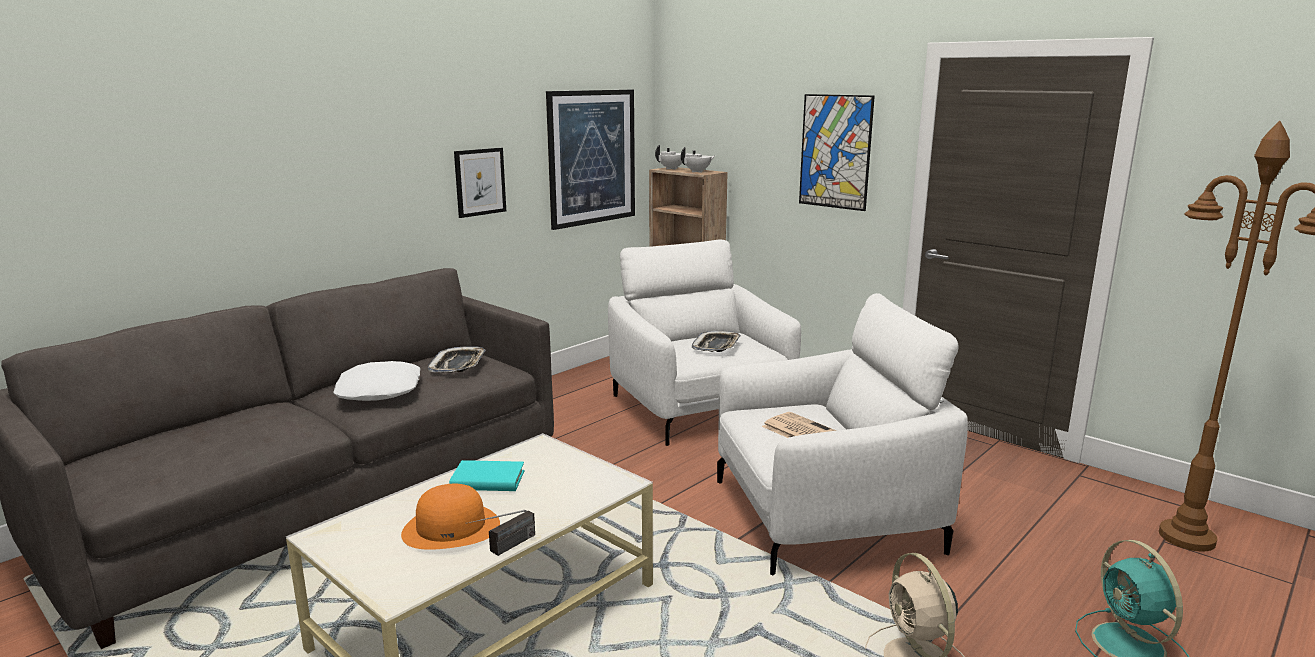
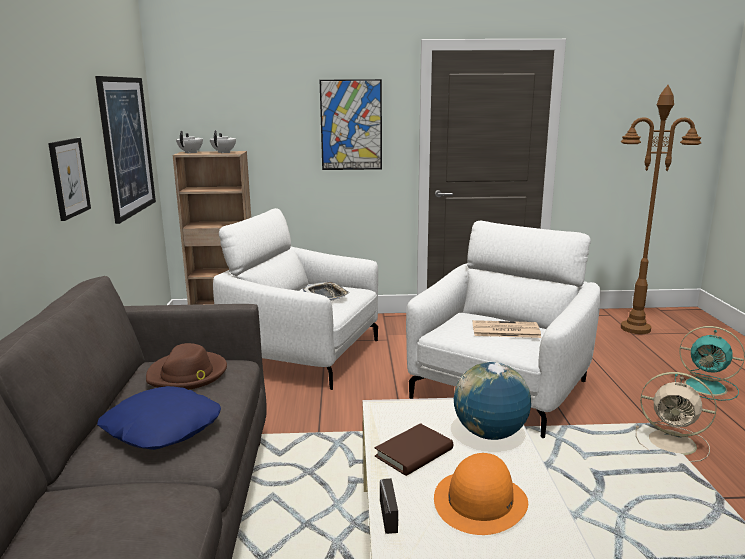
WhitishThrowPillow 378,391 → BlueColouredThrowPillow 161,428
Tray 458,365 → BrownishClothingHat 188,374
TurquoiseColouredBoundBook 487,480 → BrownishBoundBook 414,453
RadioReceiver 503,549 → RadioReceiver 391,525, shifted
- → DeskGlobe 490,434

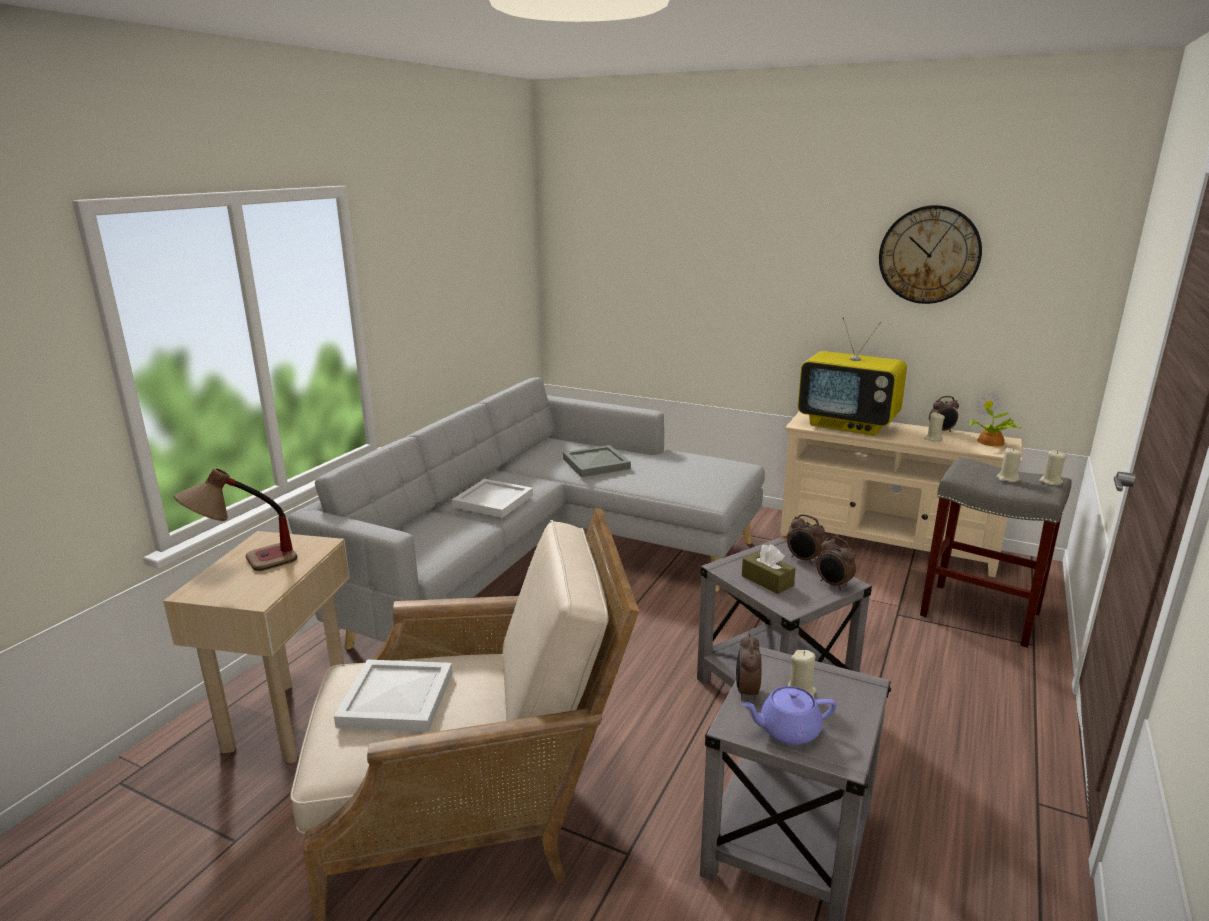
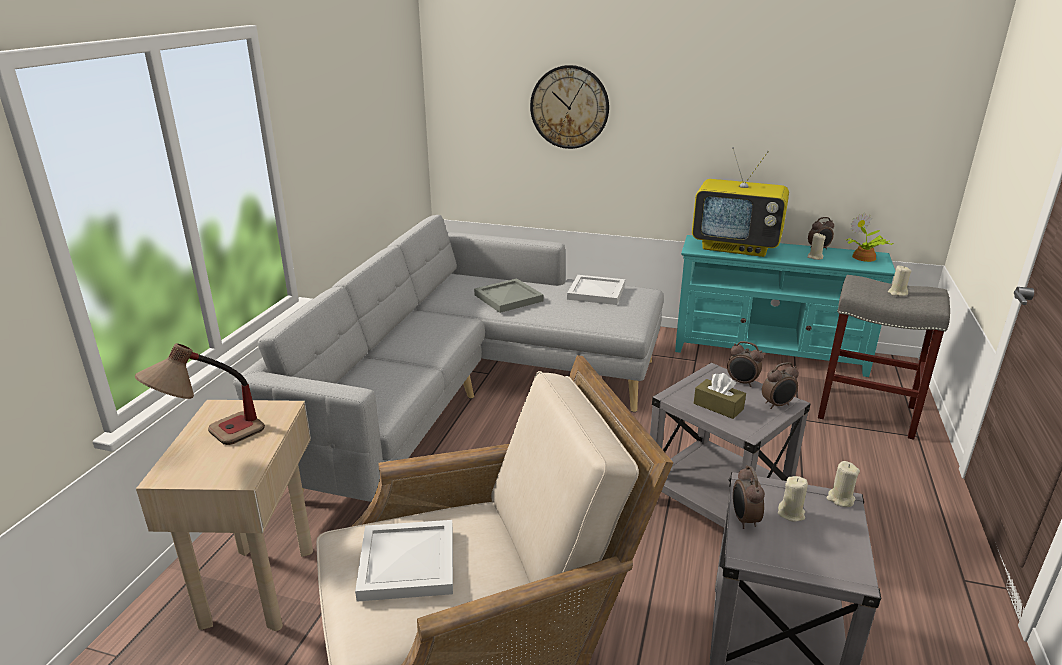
WallClock 929,255 → WallClock 569,107, shifted
WhitishTray 494,501 → WhitishTray 597,292, shifted
BeigeColouredTvUnit 886,543 → TurquoiseColouredTvUnit 768,352
AlarmClock 833,584 → AlarmClock 777,405, 60 degrees counterclockwise
BeigeColouredCandle 1050,482 → BeigeColouredCandle 840,499, shifted
PurplishTeapot 787,730 → -

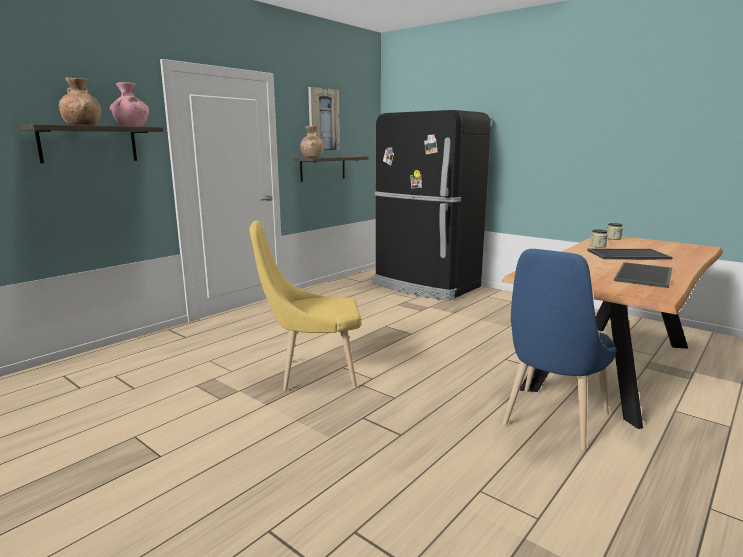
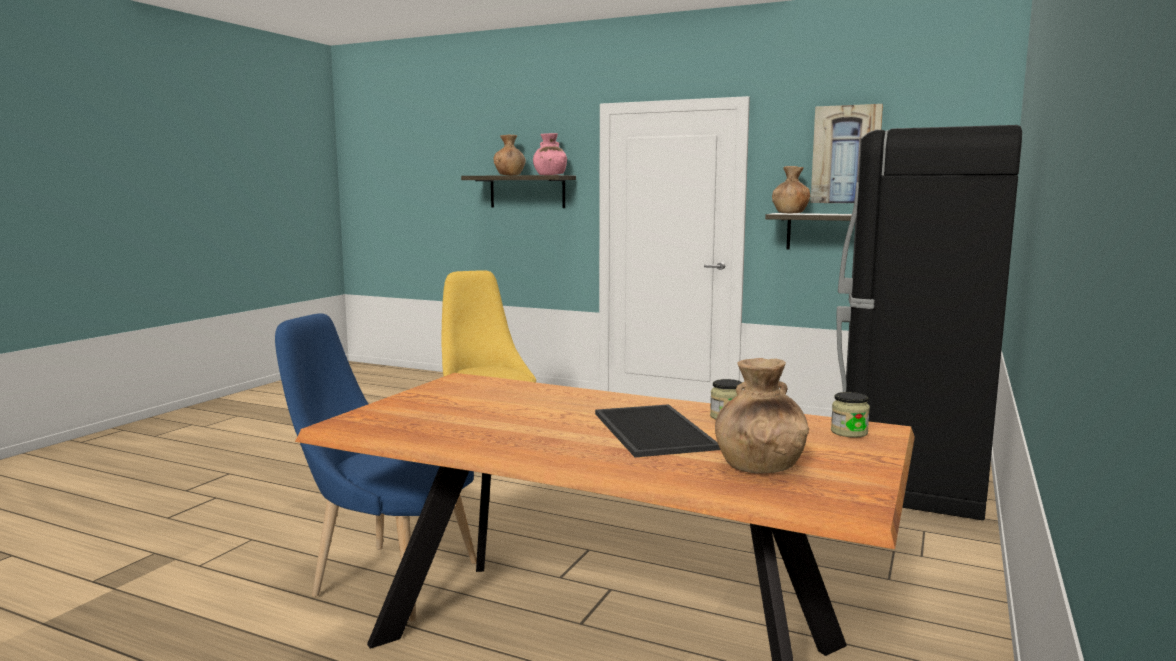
- → BrownishDecorativeVase 759,466
Tray 645,275 → -

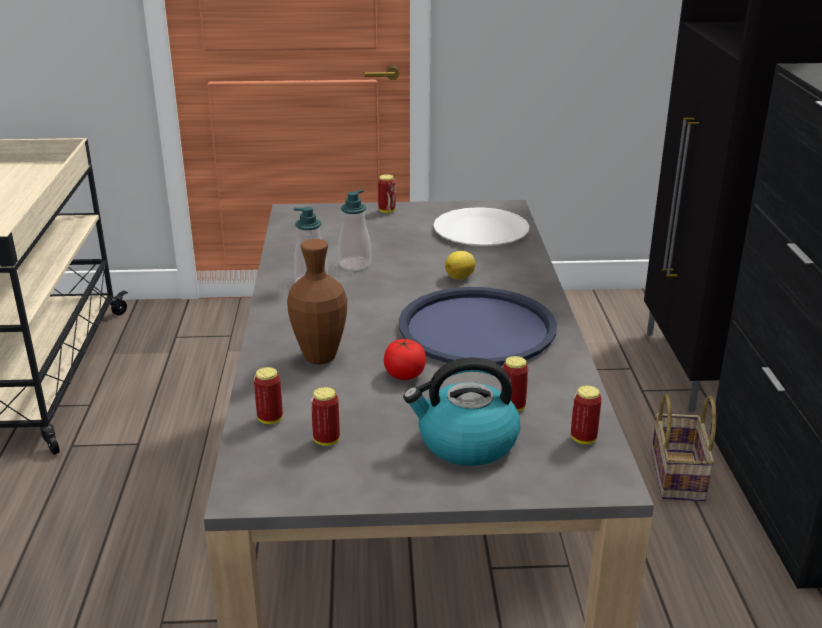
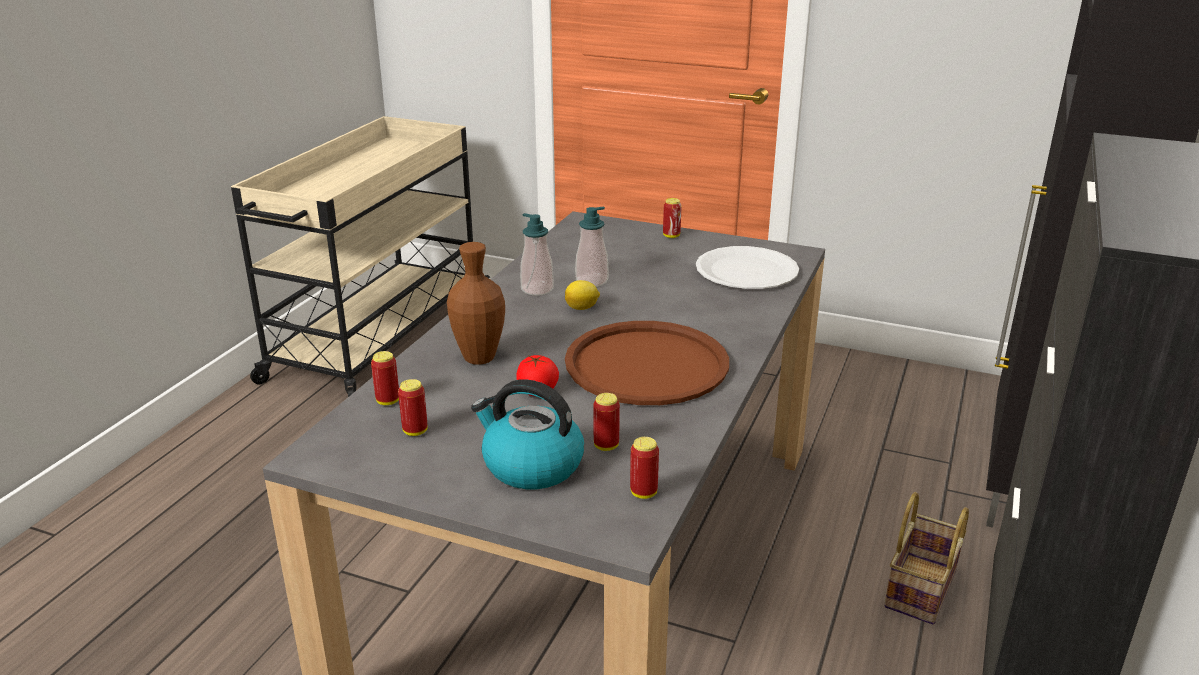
CitrusFruit 460,277 → CitrusFruit 582,308, shifted
BlueColouredTray 477,328 → BrownishTray 647,365

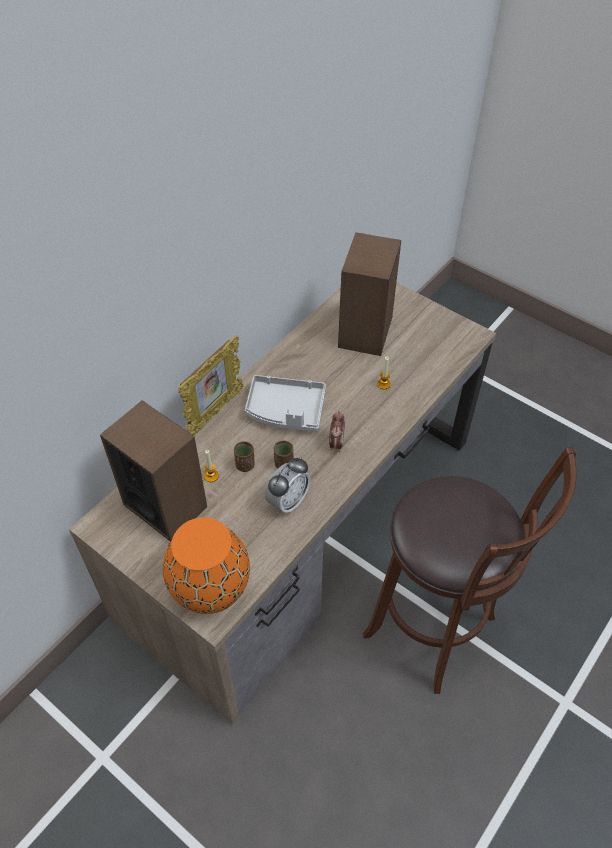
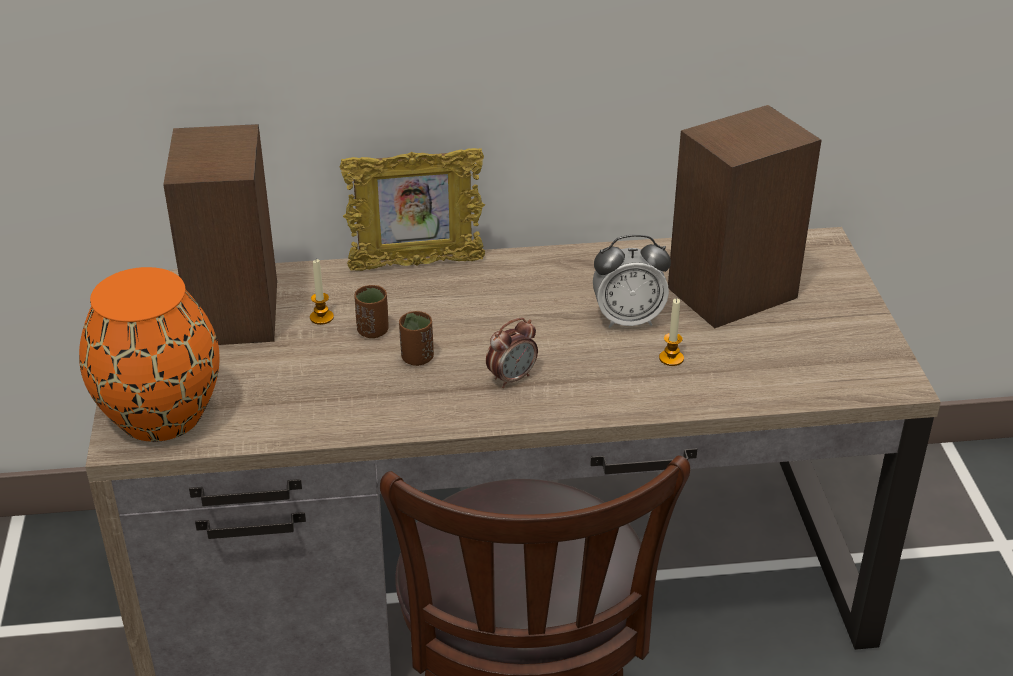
AlarmClock 288,501 → AlarmClock 628,319, shifted
GrayTray 286,411 → -

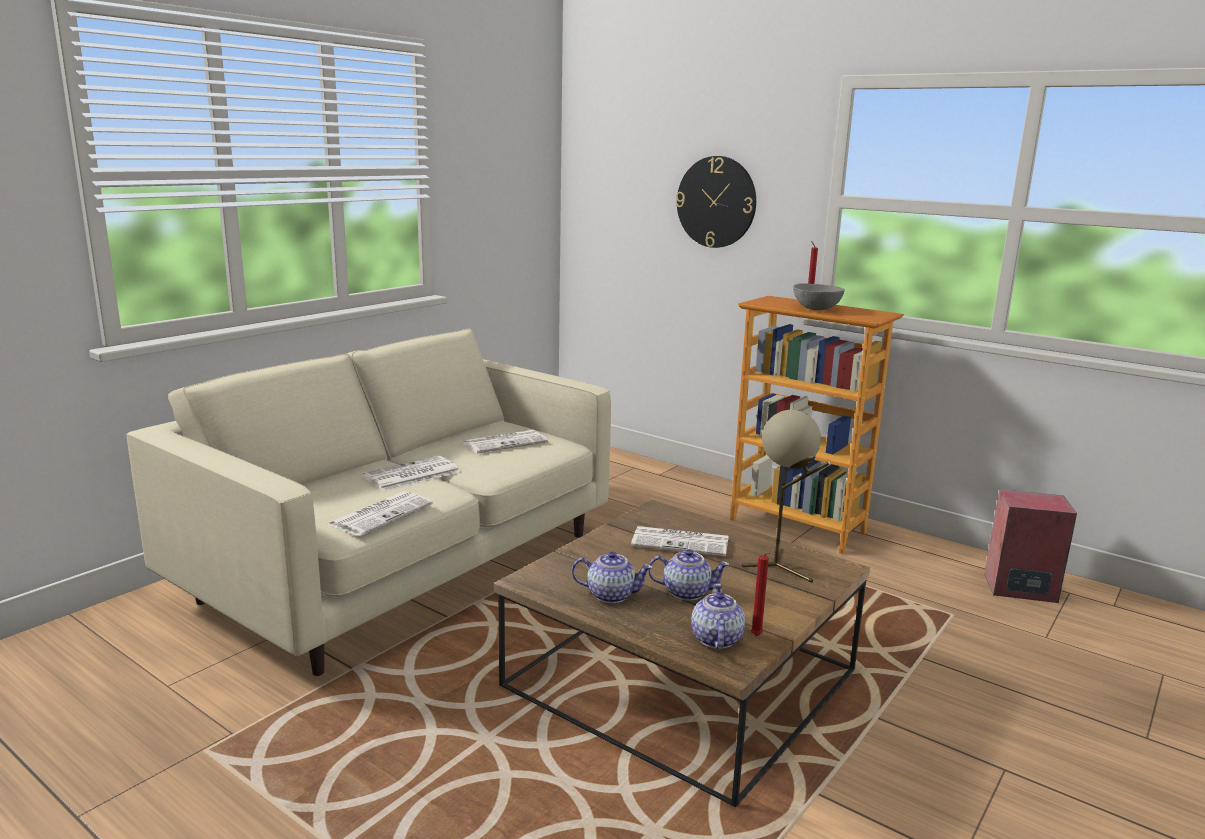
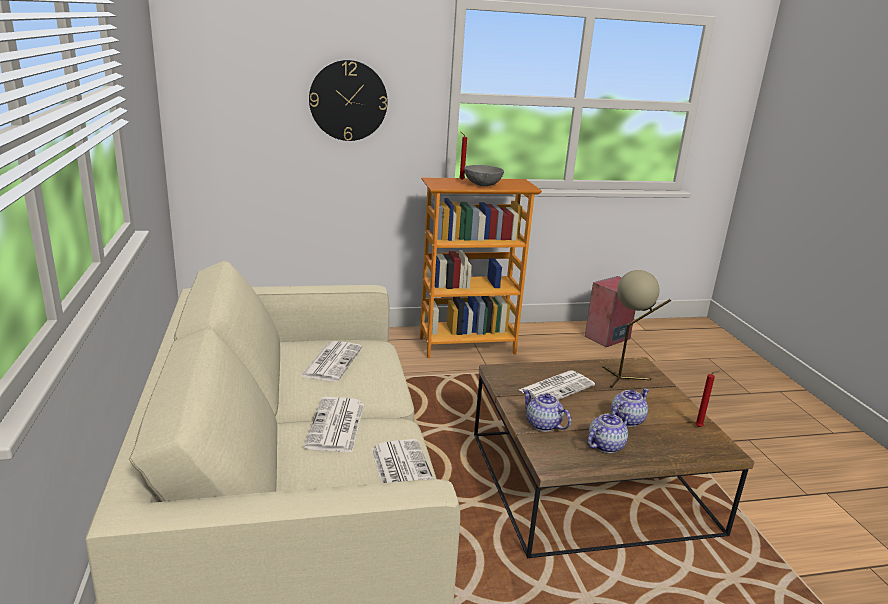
Teapot 716,639 → Teapot 543,425, shifted

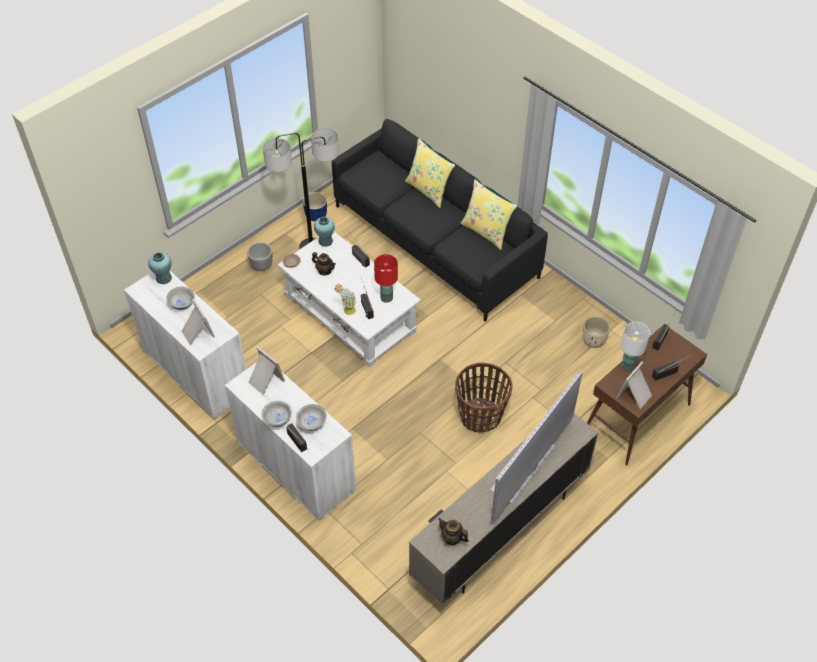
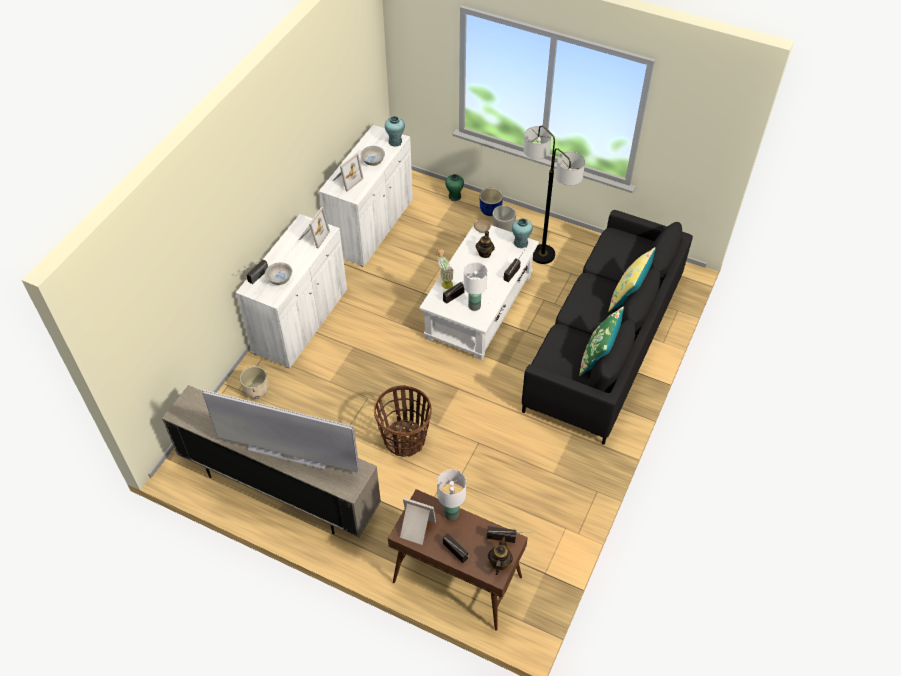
BeigeColouredPlanter 593,340 → BeigeColouredPlanter 256,391, shifted
- → GreenColouredDecorativeVase 454,197
RedColouredTableLamp 386,298 → WhitishTableLamp 474,306
BlueColouredPlanter 316,215 → BlueColouredPlanter 490,210, shifted
Teapot 452,538 → Teapot 499,563, shifted
YellowColouredThrowPillow 486,231 → GreenColouredThrowPillow 598,357
WhitishDeepDish 277,419 → -

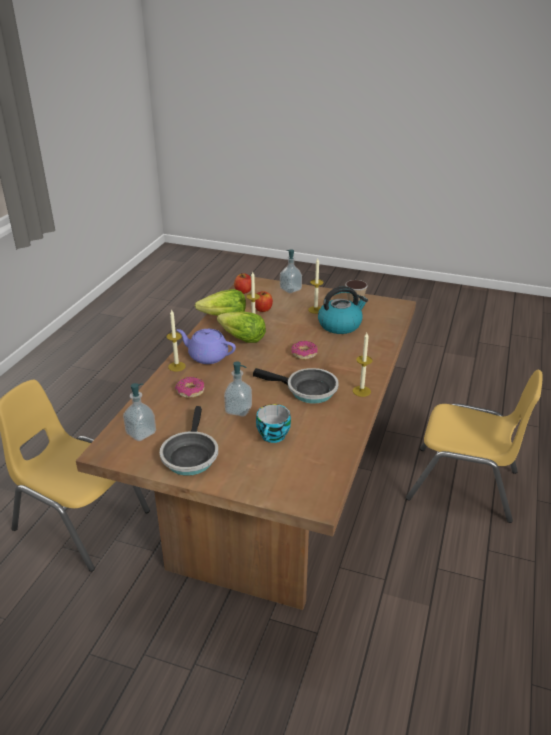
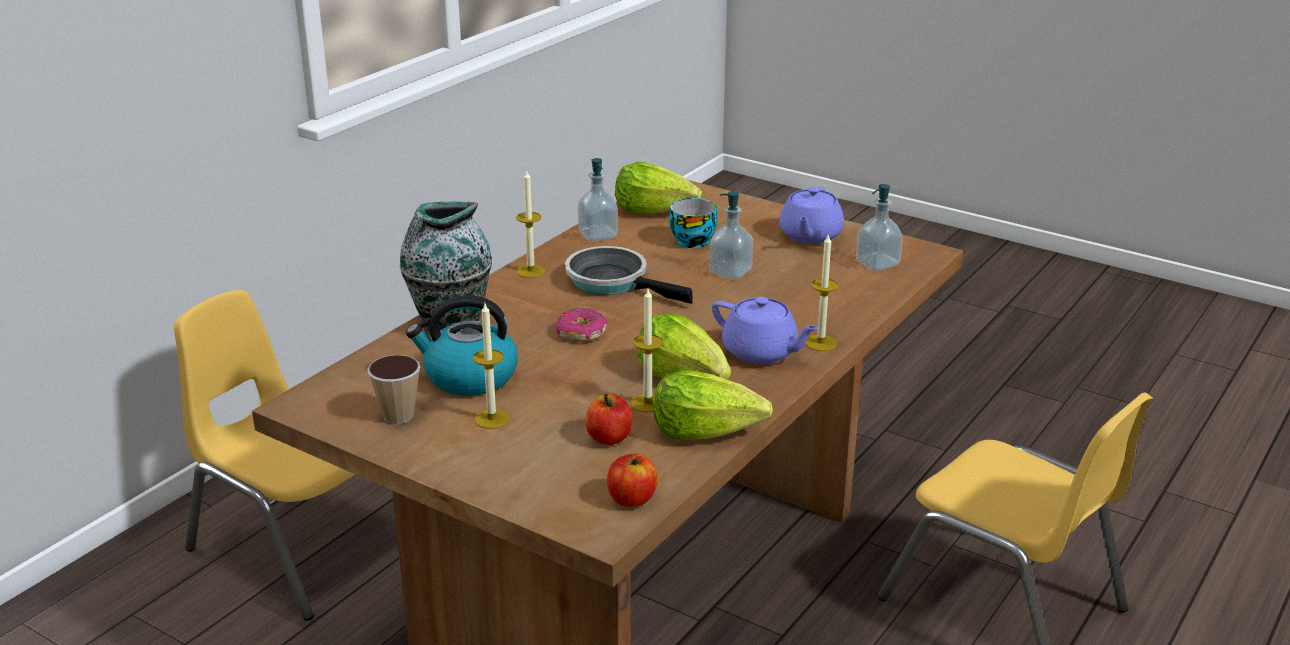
- → DecorativeVase 449,324
SoapBottle 290,289 → SoapBottle 598,235, shifted
- → HeadOfLettuce 654,210
Pan 190,455 → PurplishTeapot 810,236
Doughnut 190,391 → -

